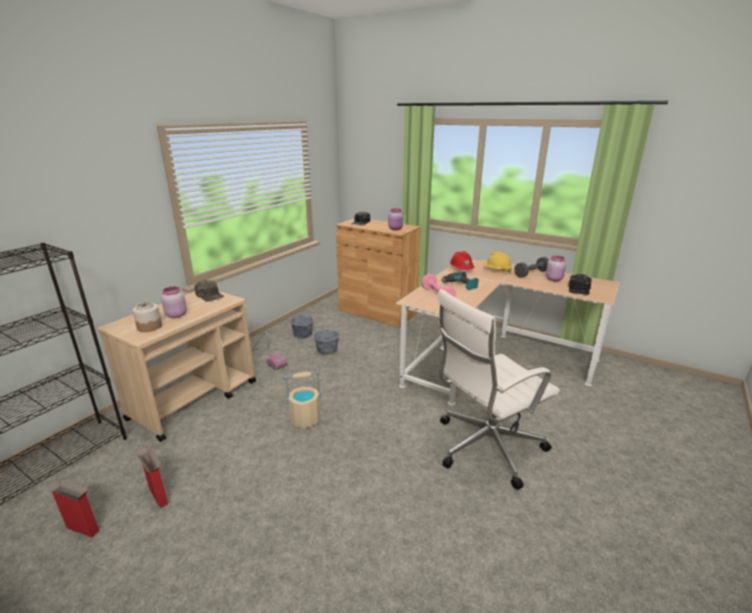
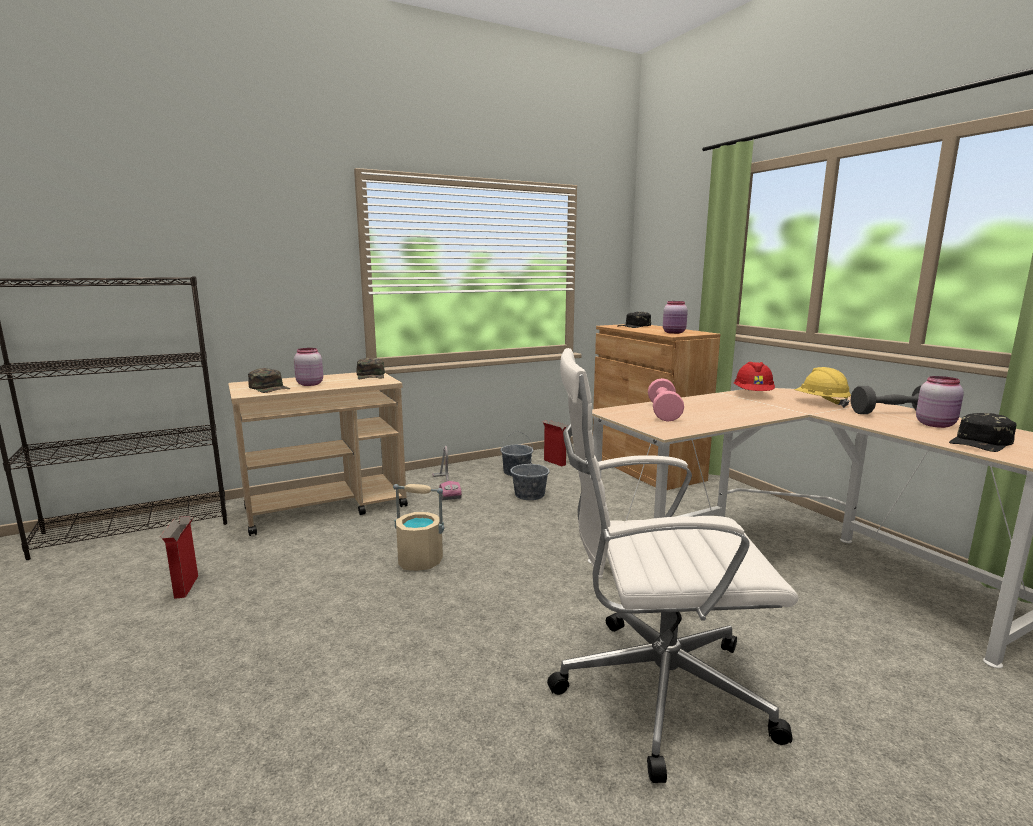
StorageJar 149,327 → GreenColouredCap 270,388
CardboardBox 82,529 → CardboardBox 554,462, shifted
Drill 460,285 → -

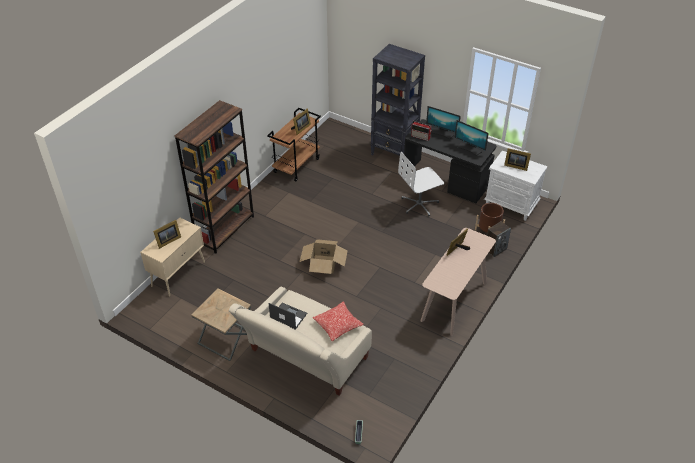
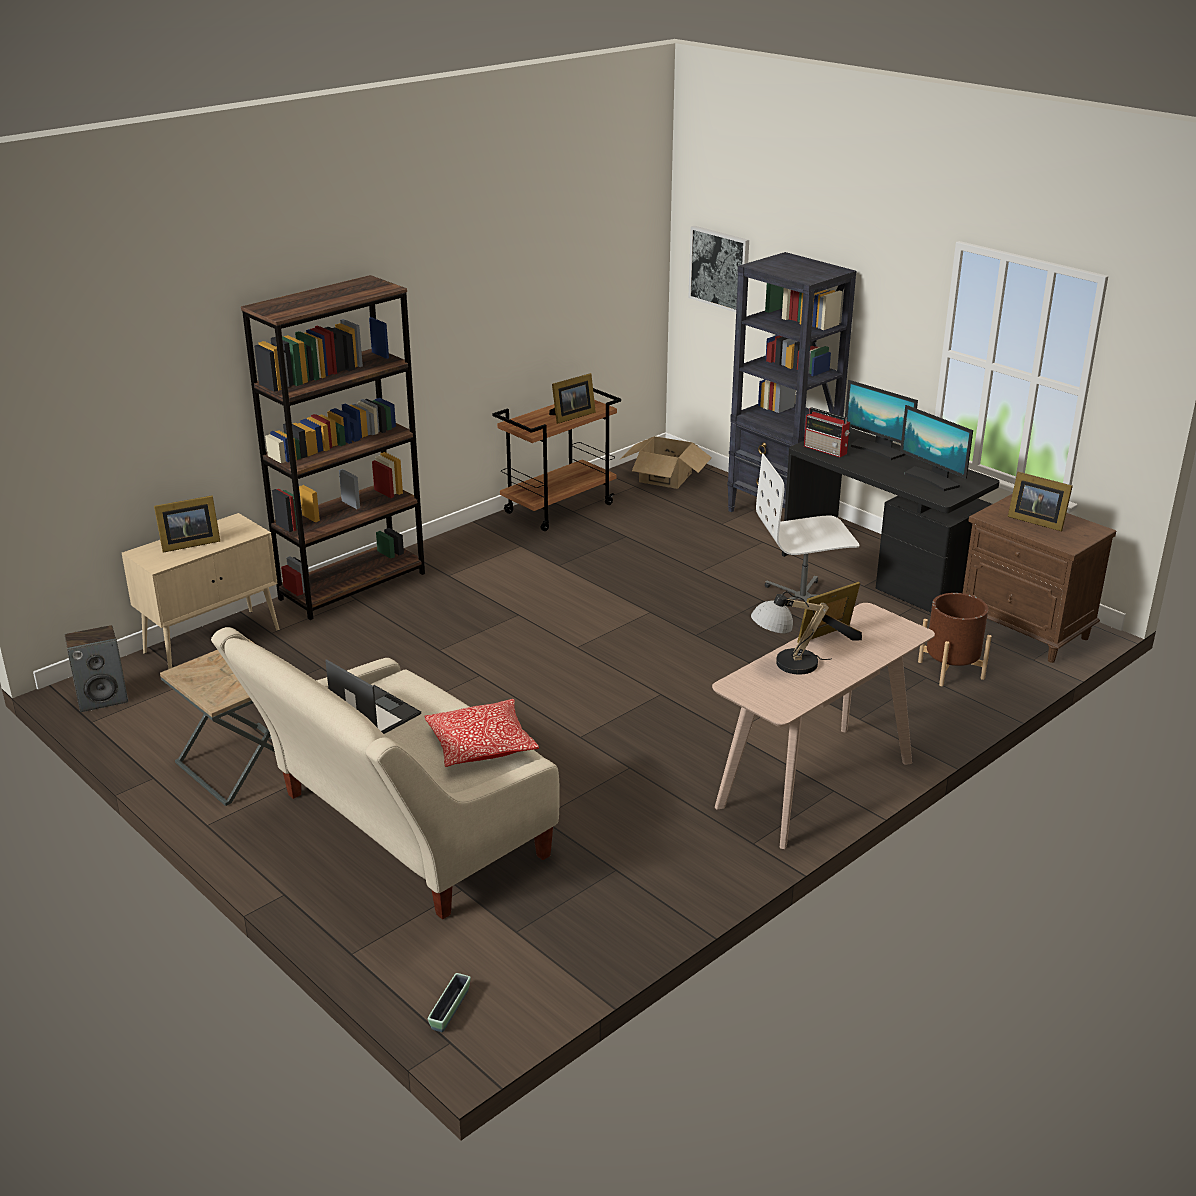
AudioSpeaker 495,249 → AudioSpeaker 103,698, shifted
CardboardBox 323,264 → CardboardBox 664,477, shifted
- → WallArt 719,269
- → TableLamp 785,665
WhitishBedsideTable 511,205 → BrownishBedsideTable 1025,631

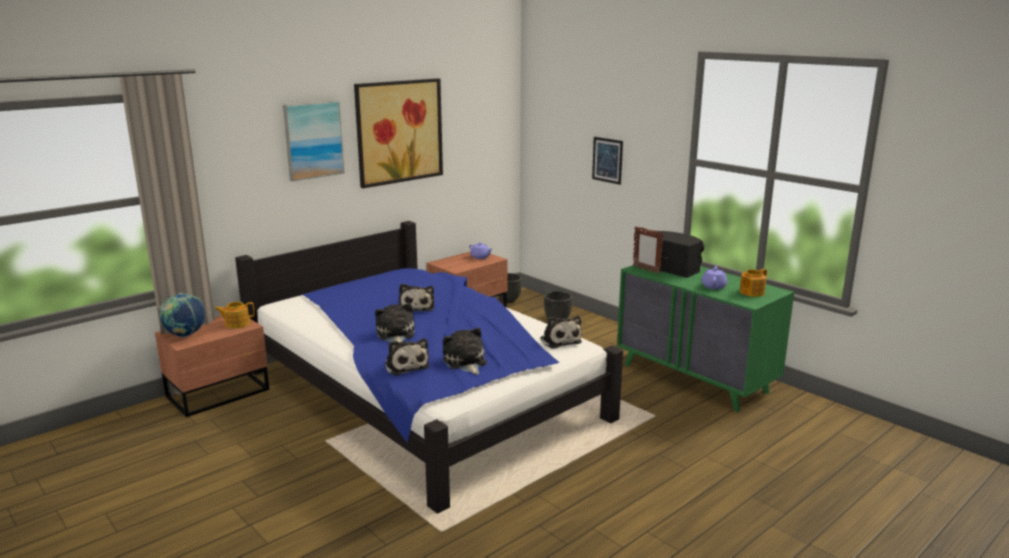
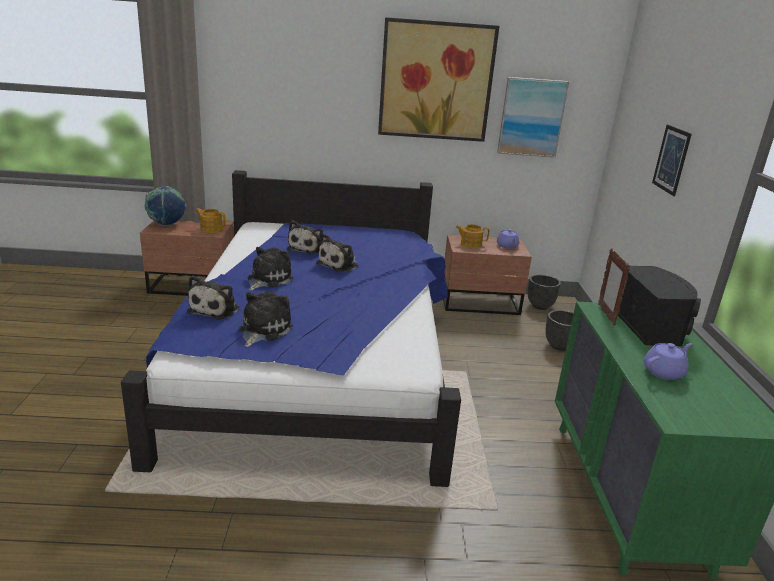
CuddlyToy 559,340 → CuddlyToy 308,248, shifted
Teapot 751,292 → Teapot 470,244, shifted
WallArt 313,140 → WallArt 531,117, shifted

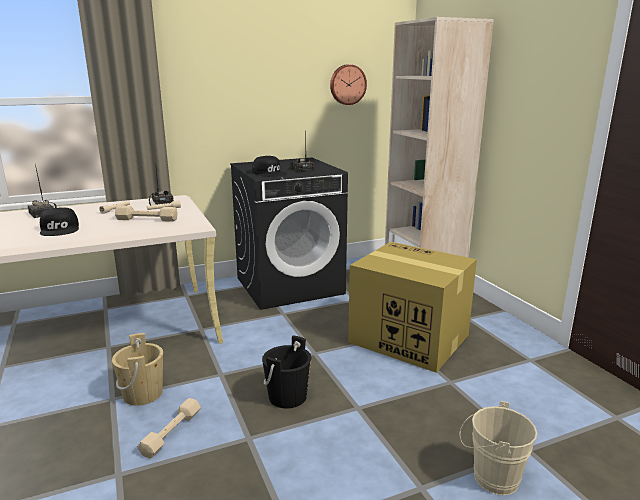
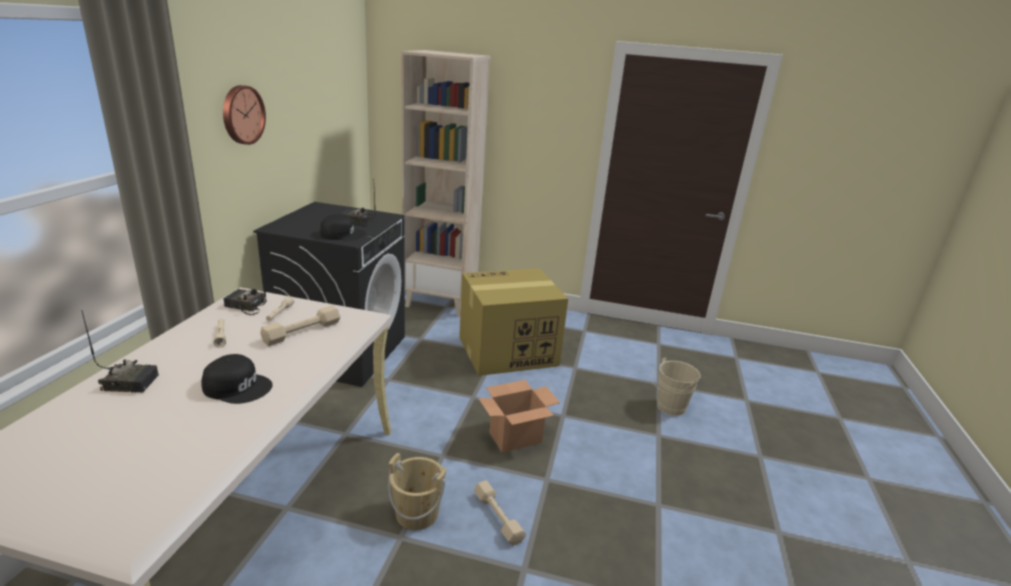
WallClock 347,84 → WallClock 242,114, shifted
BlackColouredWaterBucket 287,396 → CardboardBox 516,437

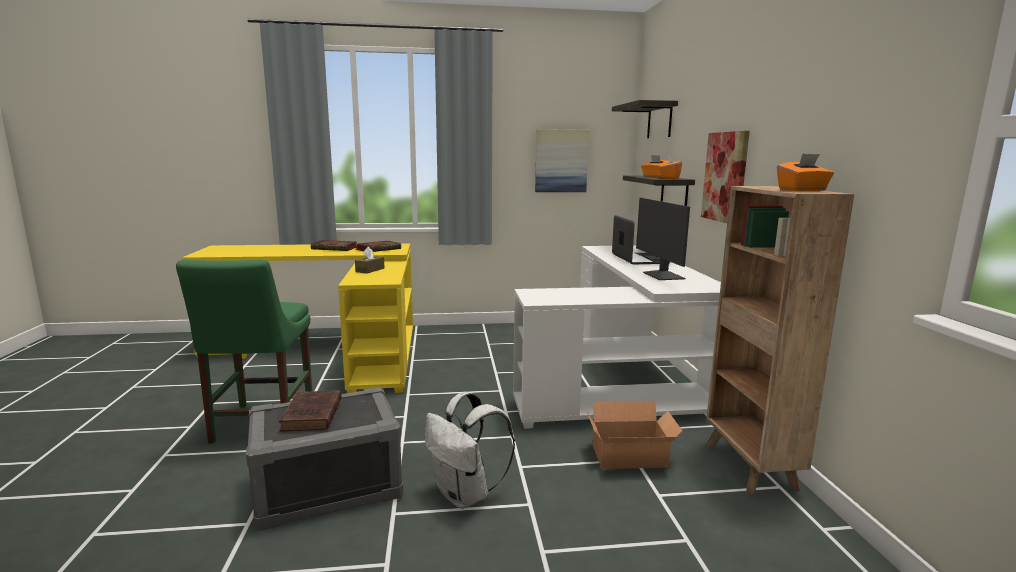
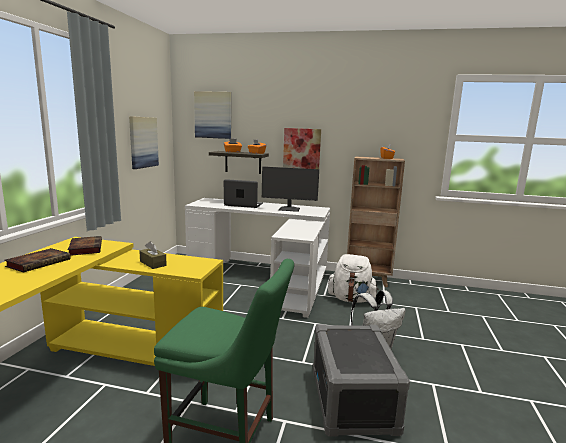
BracketShelf 659,121 → WallArt 213,115
CardboardBox 631,457 → WhitishRucksack 351,299
BrownishBoundBook 311,415 → -

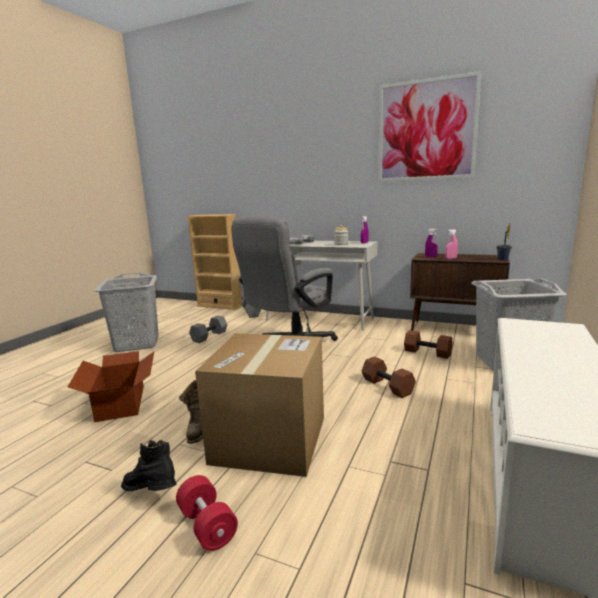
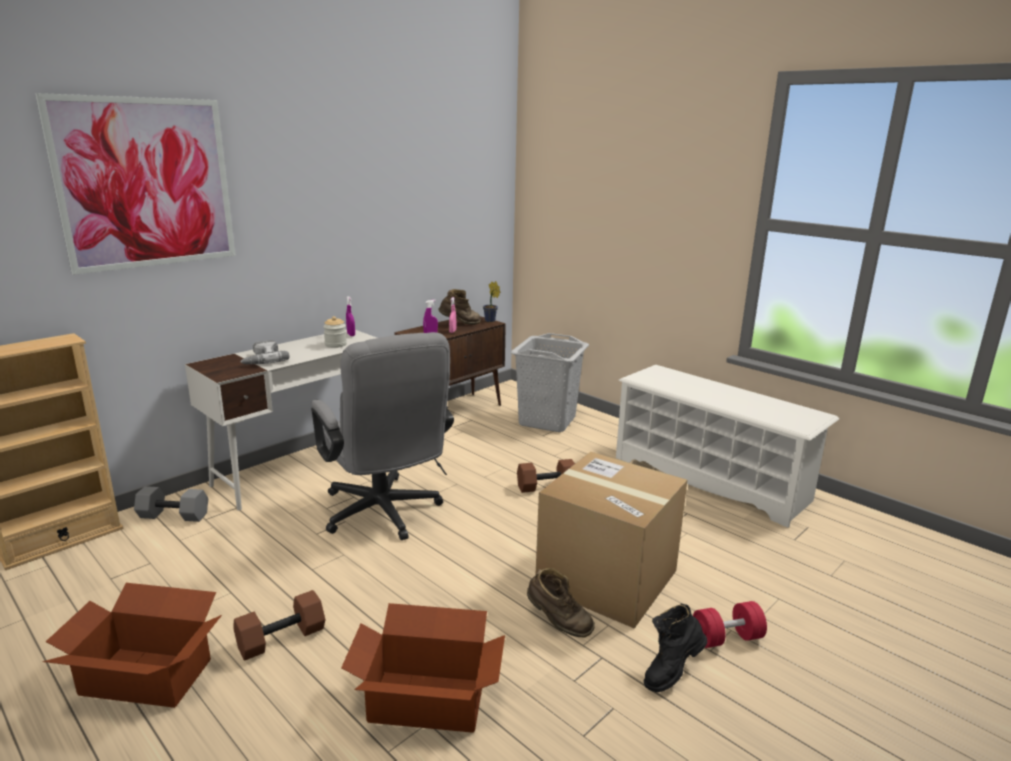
WallArt 426,130 → WallArt 146,183, shifted
GrayWashingBasket 137,343 → CardboardBox 146,676
BrownishFreeWeight 428,352 → BrownishFreeWeight 282,637, shifted
- → BrownishHighTopBoot 460,324
GrayFreeWeight 209,336 → -

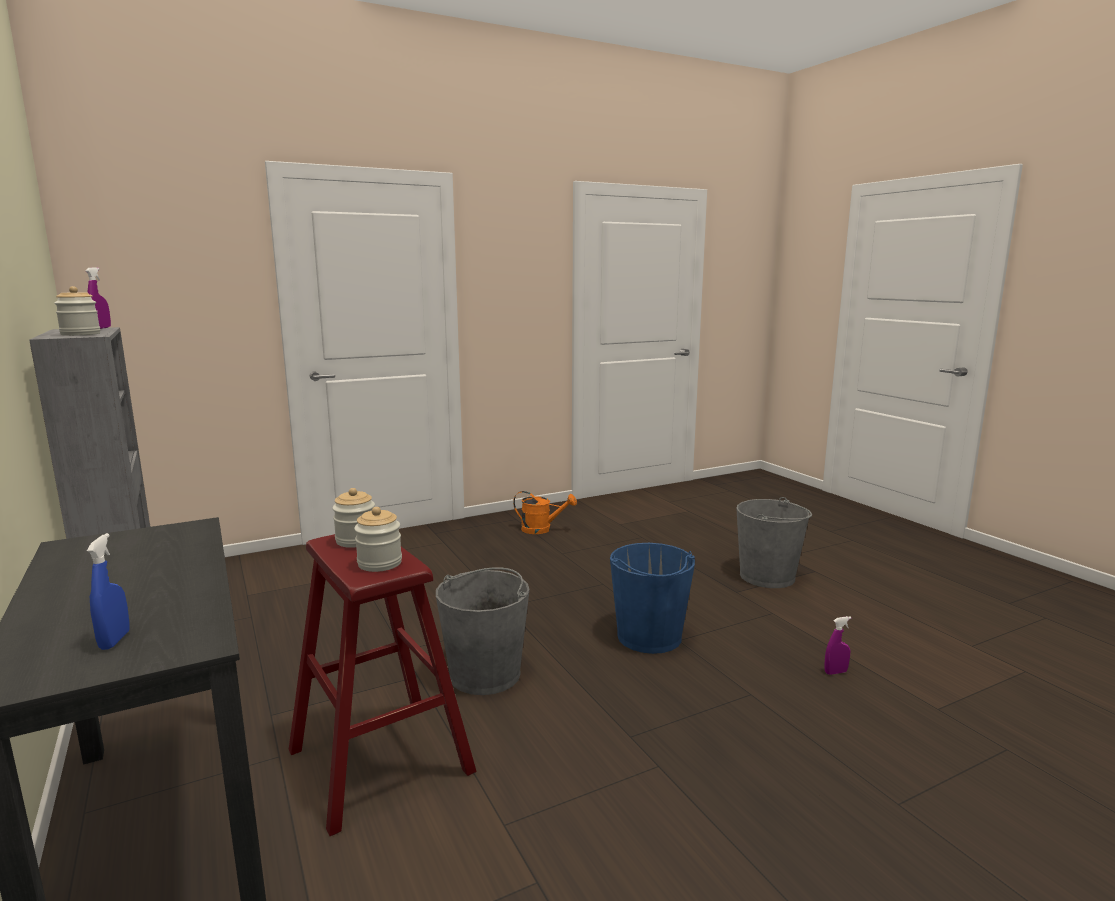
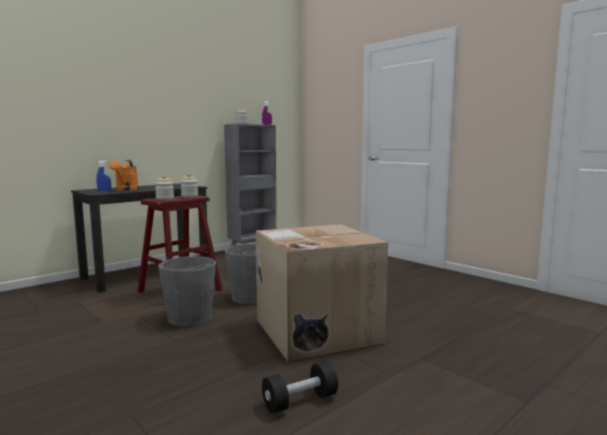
OrangeColouredWateringCan 541,529 → OrangeColouredWateringCan 126,190, shifted
GrayWaterBucket 767,576 → GrayWaterBucket 189,317, shifted
BlueColouredWaterBucket 649,637 → CardboardBox 315,330
PurplishSprayBottle 835,672 → BlackColouredFreeWeight 300,401

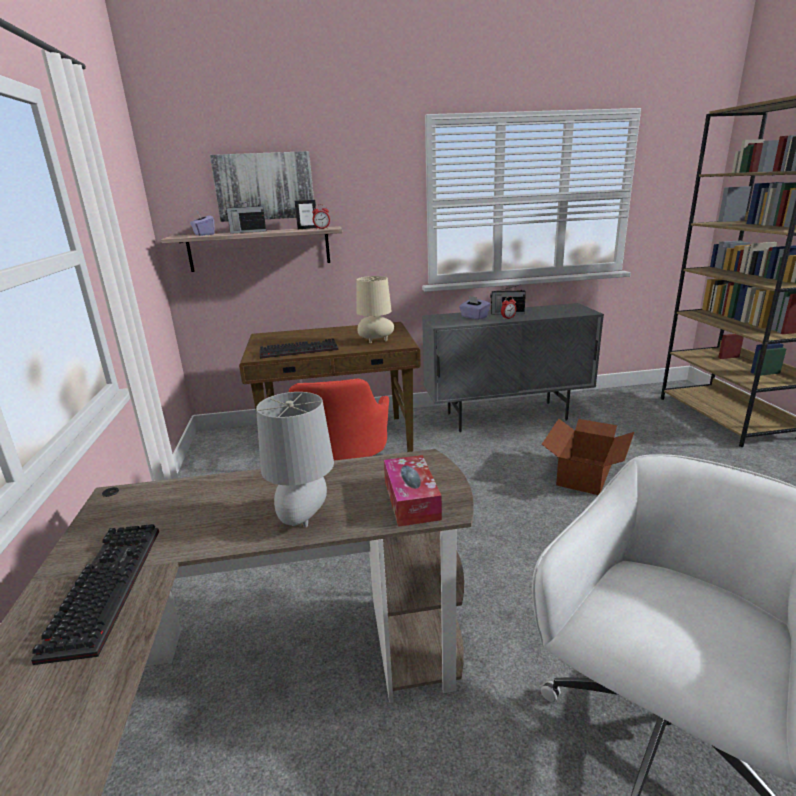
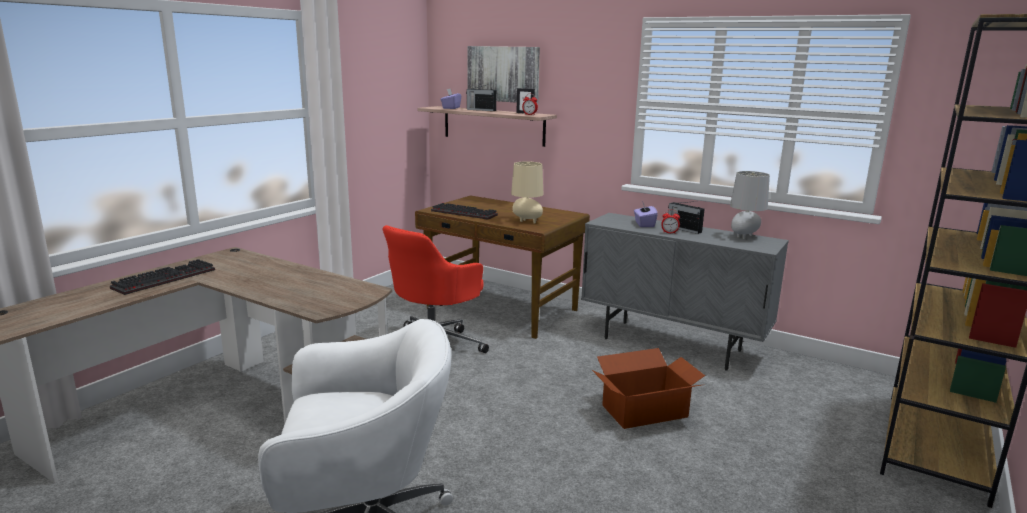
GrayTableLamp 305,519 → GrayTableLamp 744,237, shifted
TissueHolder 411,500 → -

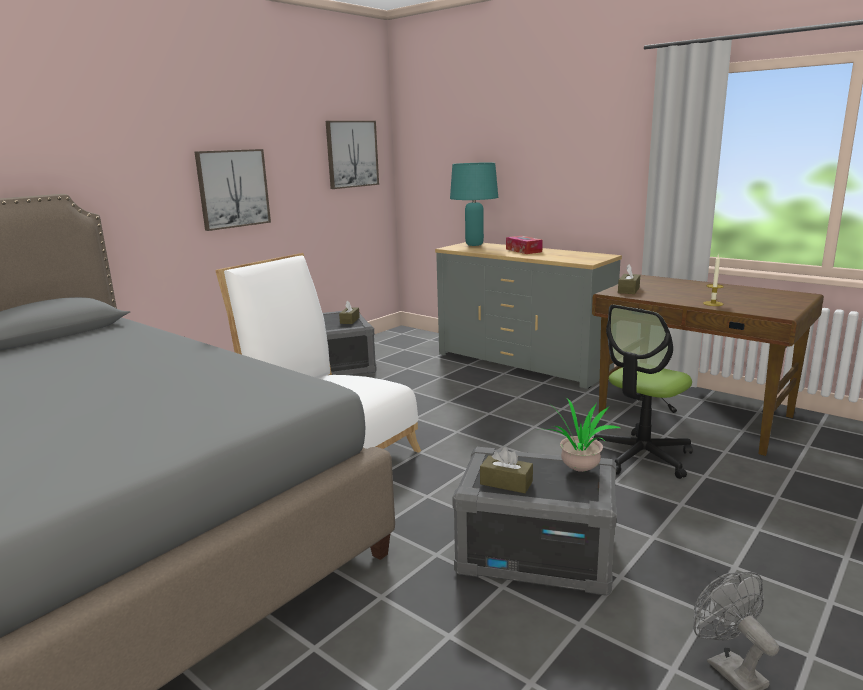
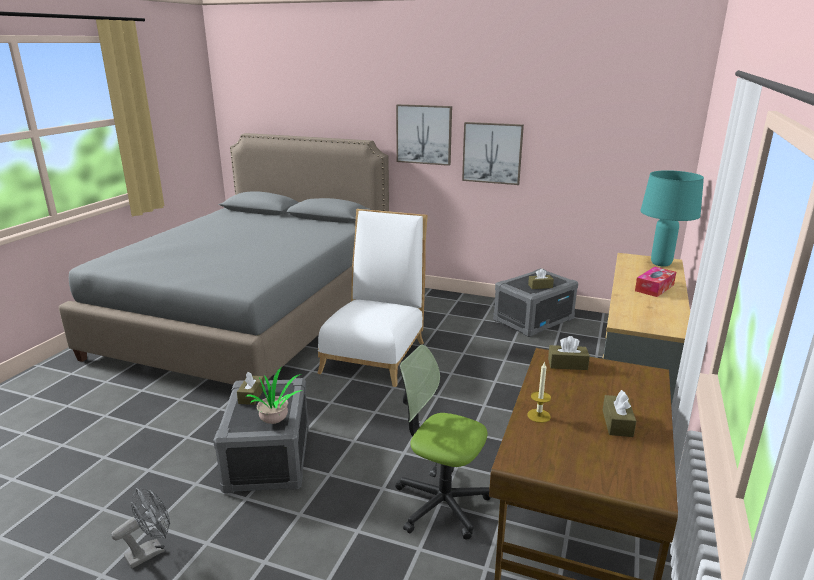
WallArt 352,154 → WallArt 424,134, shifted
- → BrownishTissueHolder 617,423

